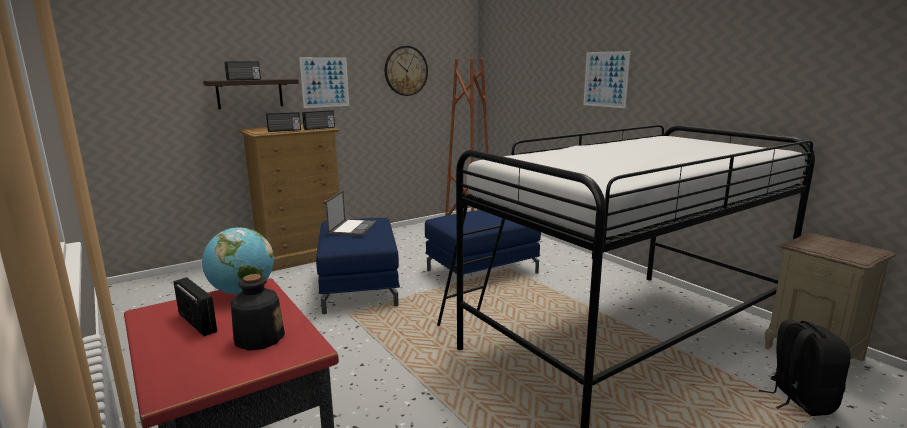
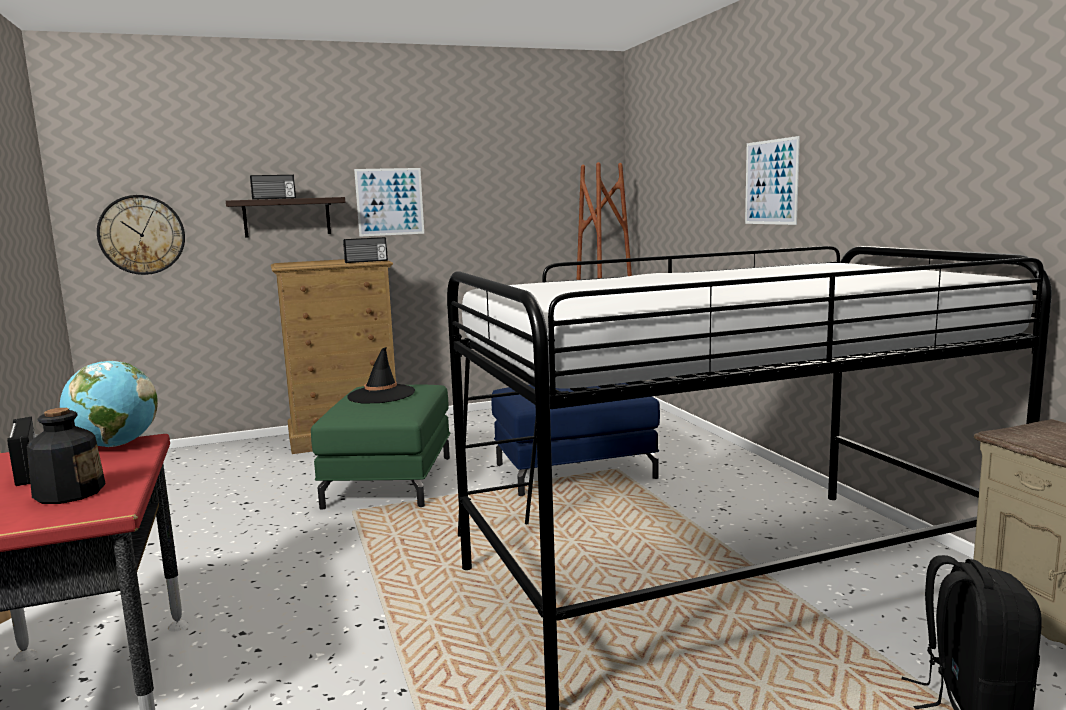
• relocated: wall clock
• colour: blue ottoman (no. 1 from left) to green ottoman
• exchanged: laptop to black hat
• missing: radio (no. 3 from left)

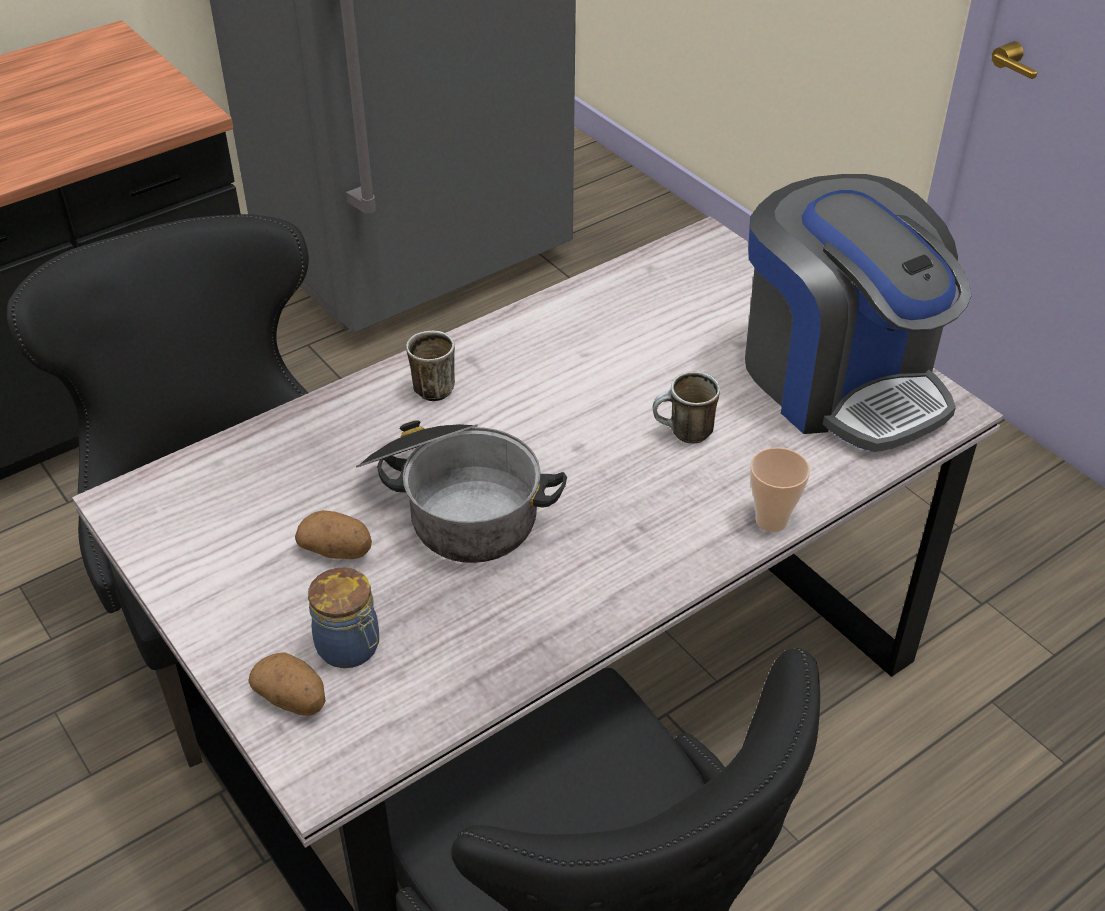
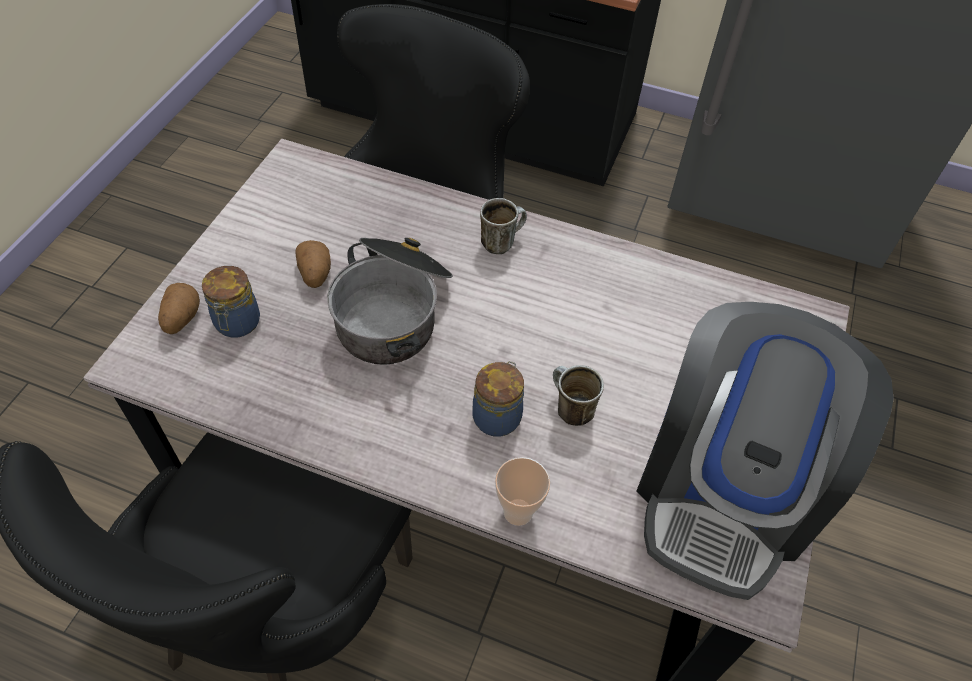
• appeared: jar (no. 2 from left)

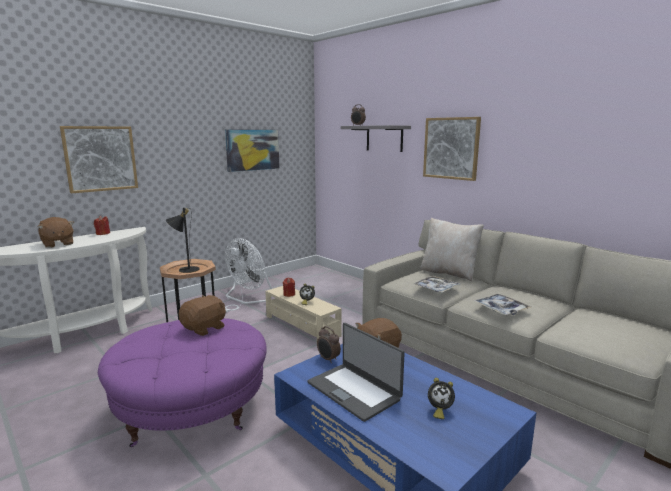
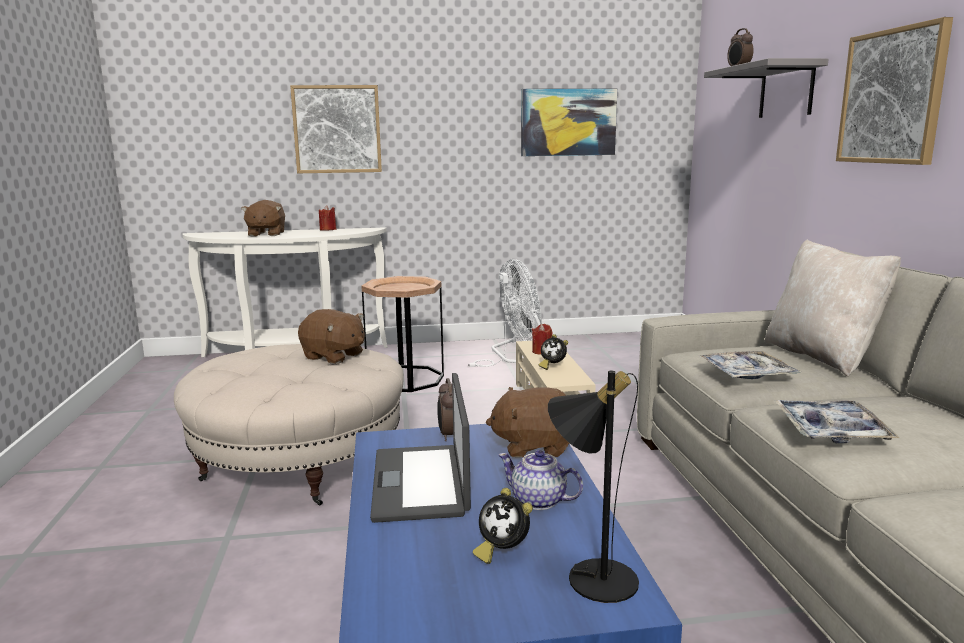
• colour: purple ottoman to beige ottoman
• spun: brown plush toy (no. 2 from left) 45 degrees clockwise
• appeared: teapot
• relocated: black table lamp

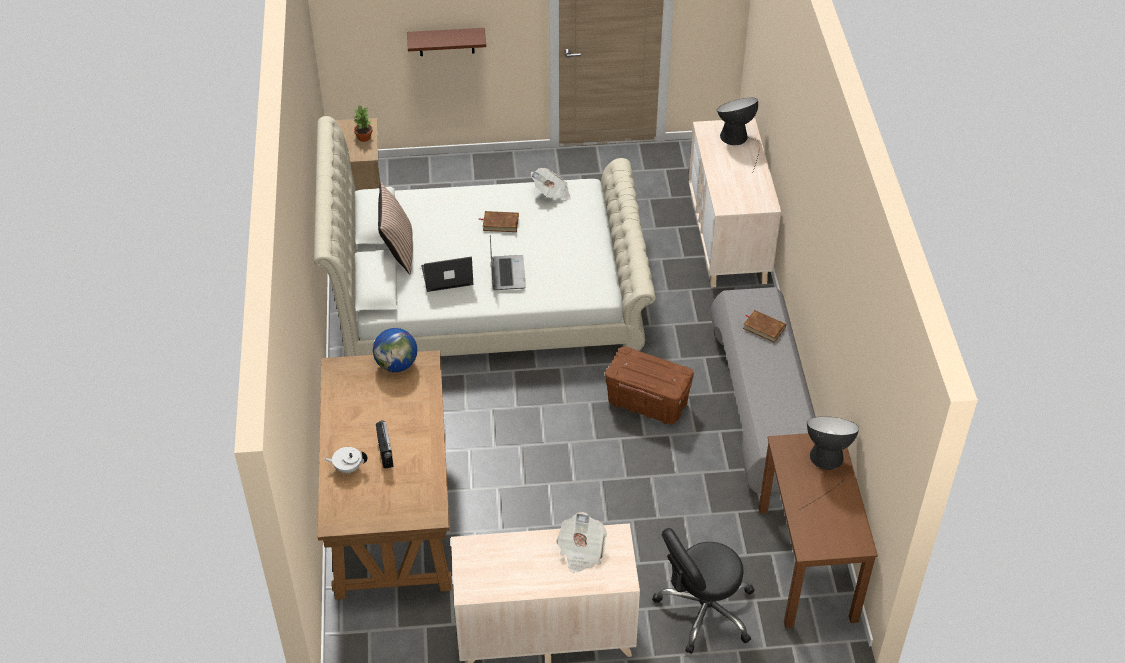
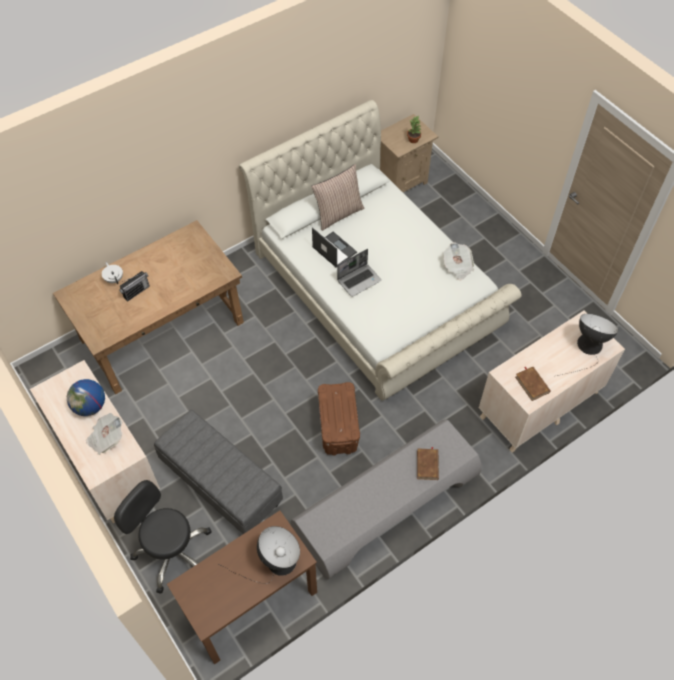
• relocated: globe
• appeared: grey ottoman
• relocated: brown book (no. 1 from left in the first image) to brown book (no. 2 from left)
• missing: brown shelf

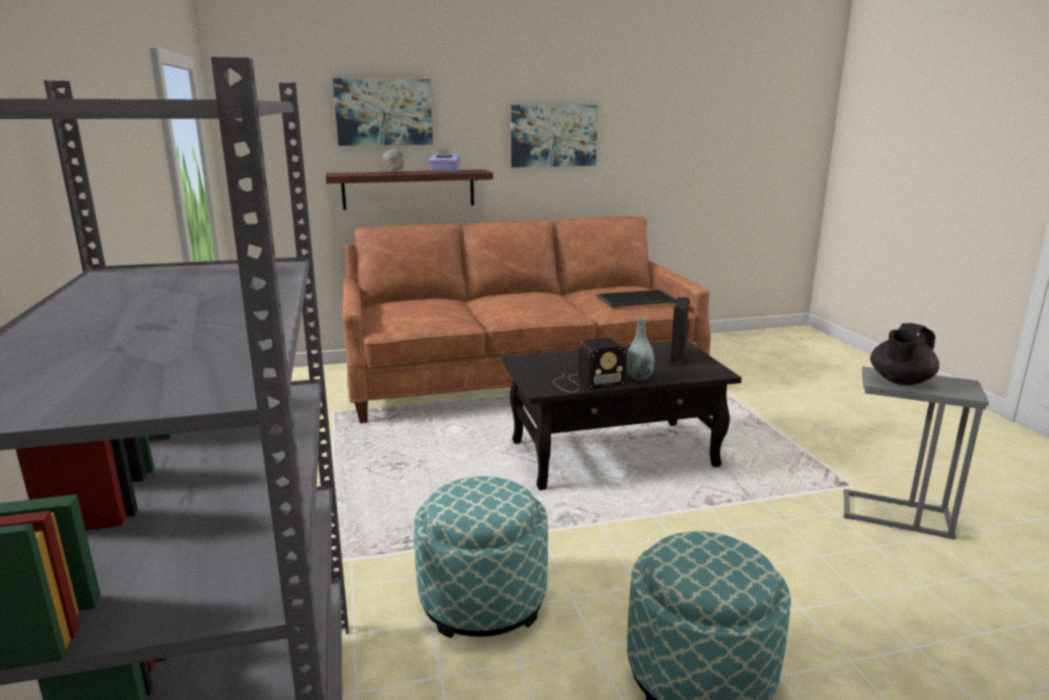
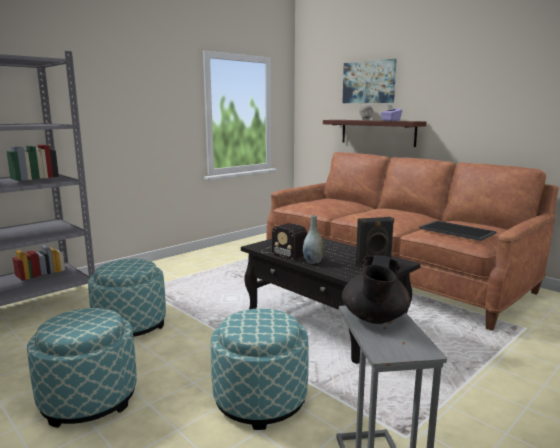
• appeared: ottoman (no. 3 from left)
• spun: black teapot 90 degrees counterclockwise
• missing: picture (no. 2 from left)

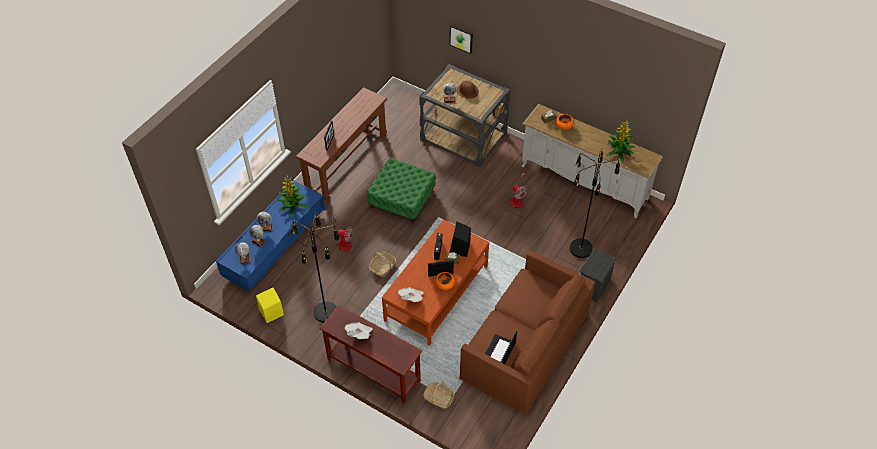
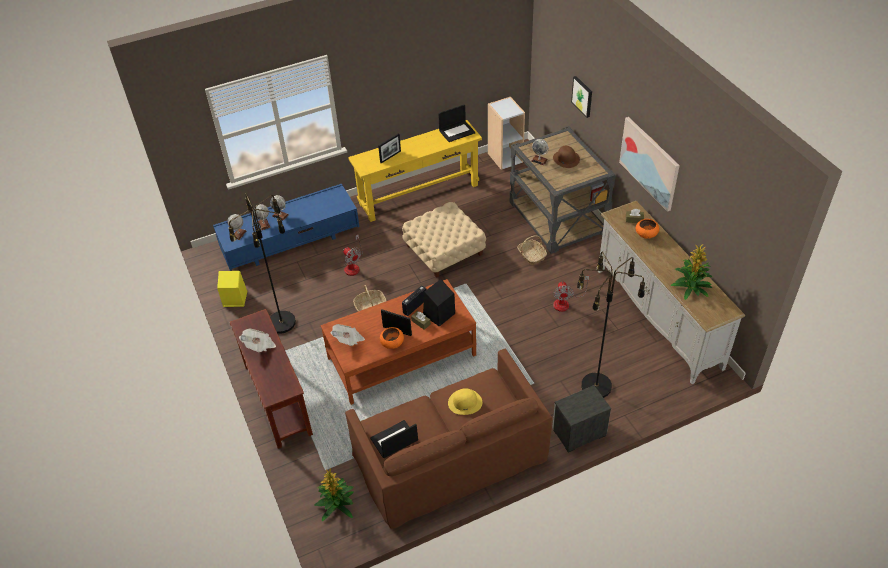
• relocated: potted plant (no. 1 from left)
• colour: brown console table (no. 1 from left) to yellow console table
• colour: green ottoman to beige ottoman
• appeared: laptop (no. 2 from left)
• appeared: yellow hat
• appeared: bookcase (no. 1 from left)
• relocated: basket (no. 2 from left)
• appeared: picture (no. 2 from left)

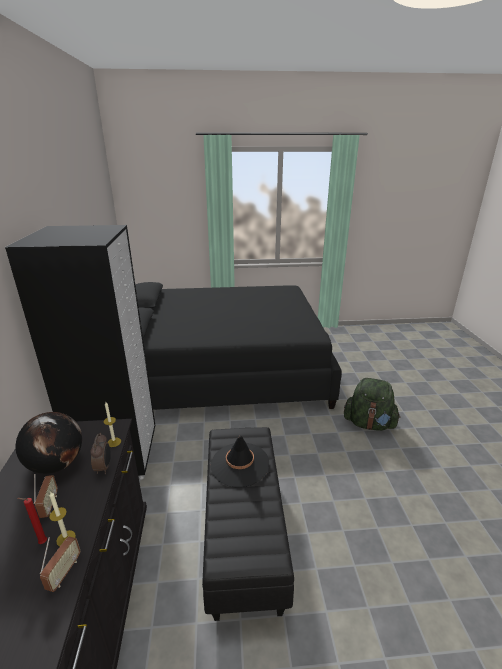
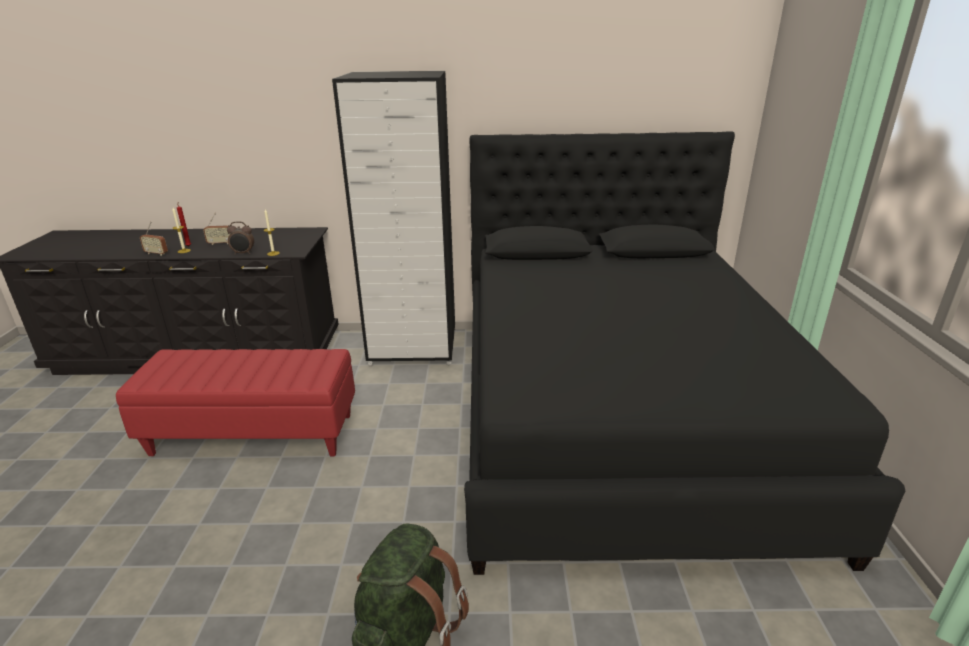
• colour: black ottoman to red ottoman
• missing: globe
• missing: black hat

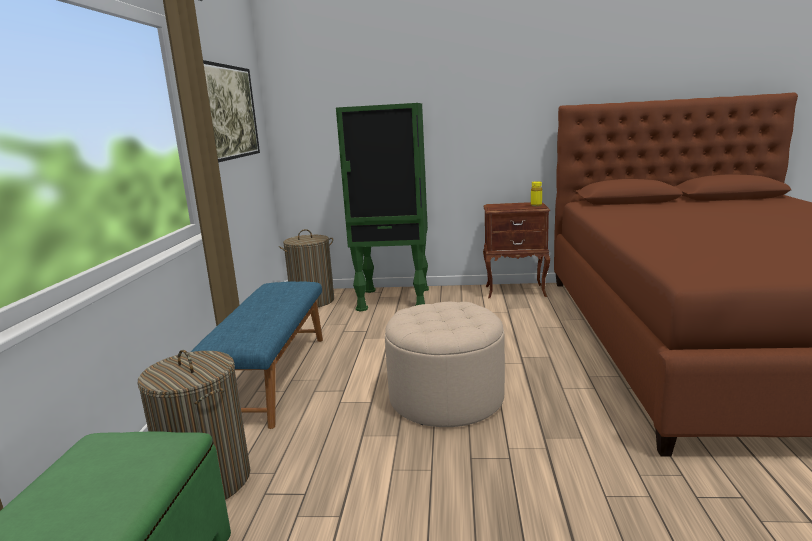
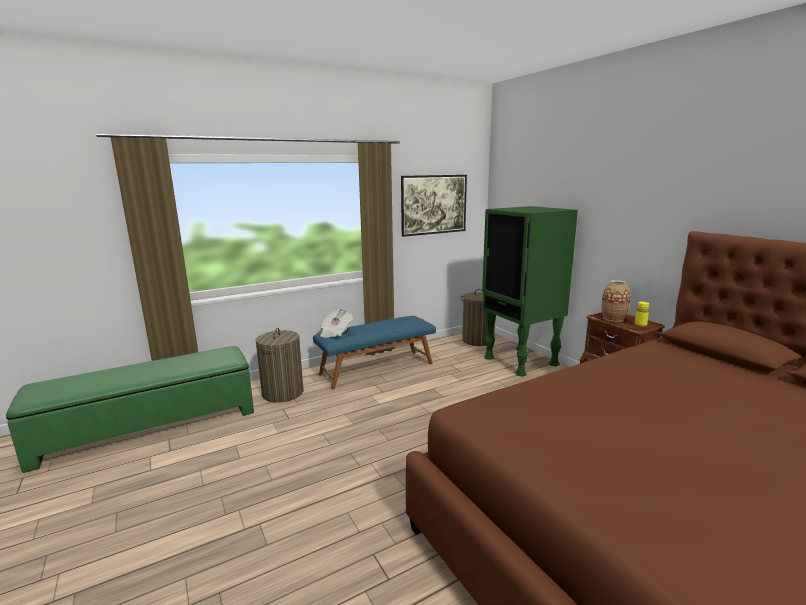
• appeared: newspaper
• appeared: vase
• missing: beige ottoman

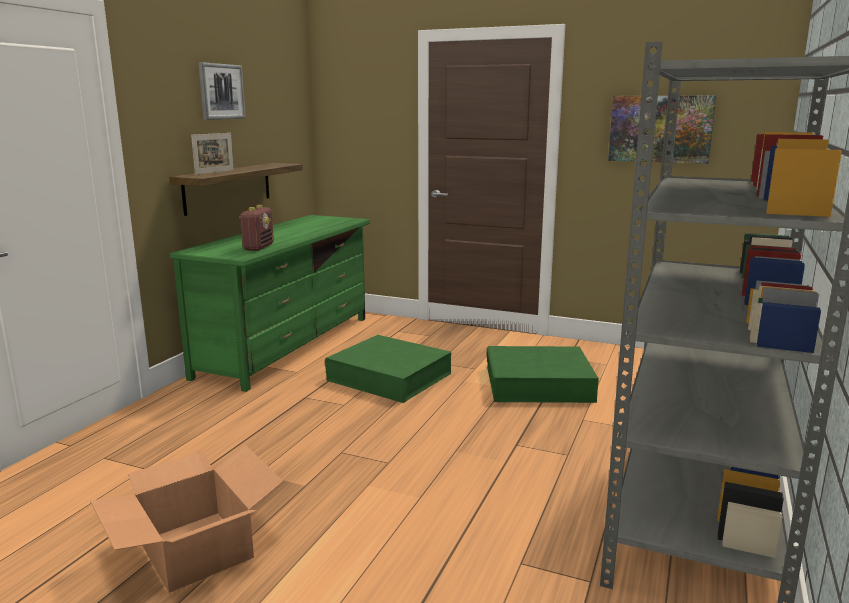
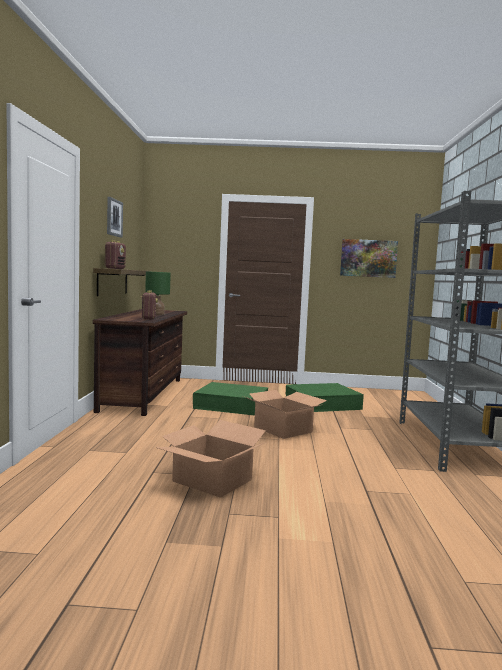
• colour: green dresser to brown dresser
• exchanged: picture frame to radio (no. 1 from left)
• appeared: green table lamp
• appeared: cardboard box (no. 2 from left)

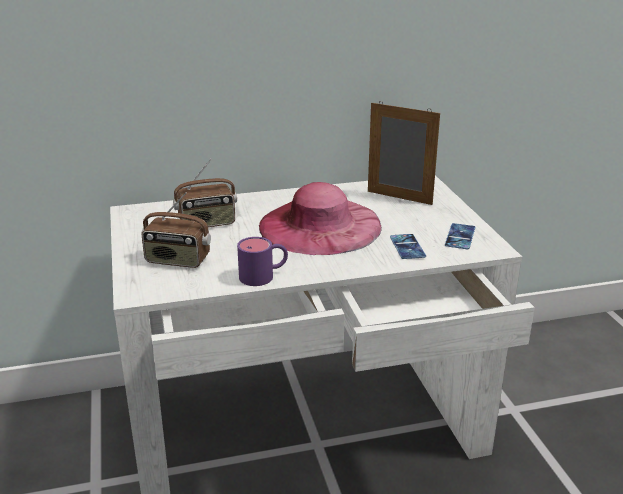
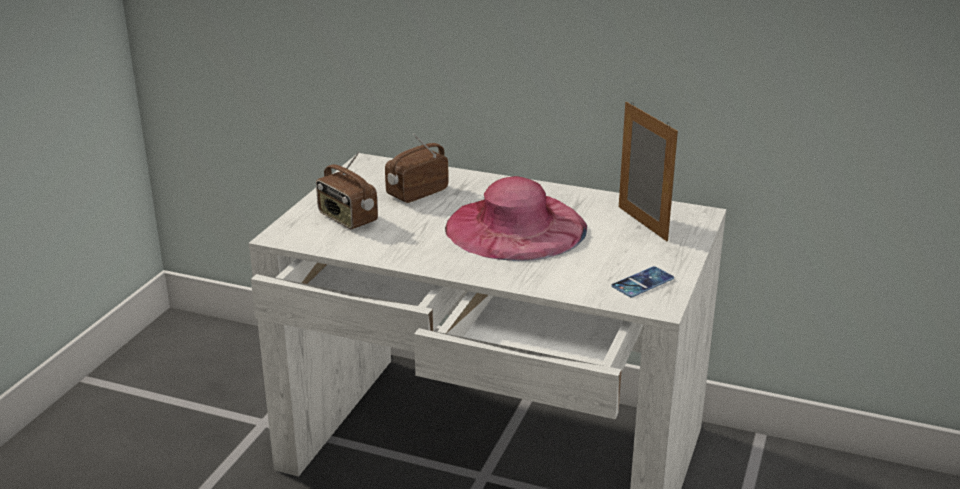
• spun: radio (no. 2 from left) 120 degrees clockwise
• missing: purple mug
• missing: phone (no. 1 from left)

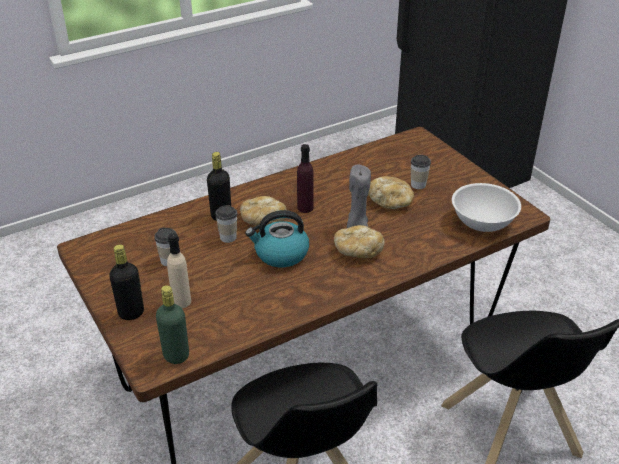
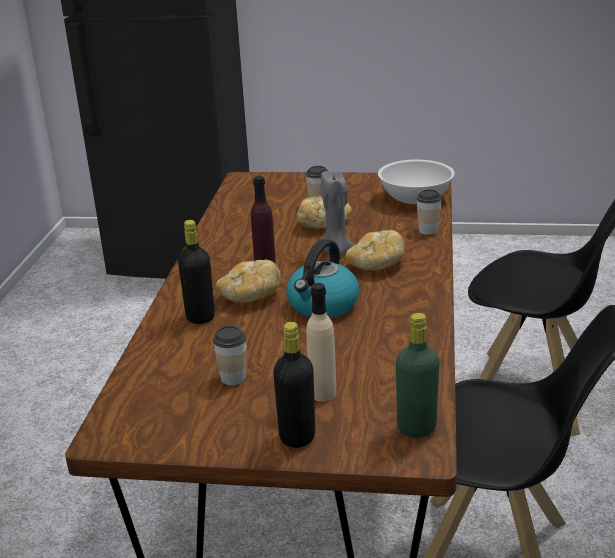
• relocated: cup (no. 2 from left in the first image) to cup (no. 3 from left)

